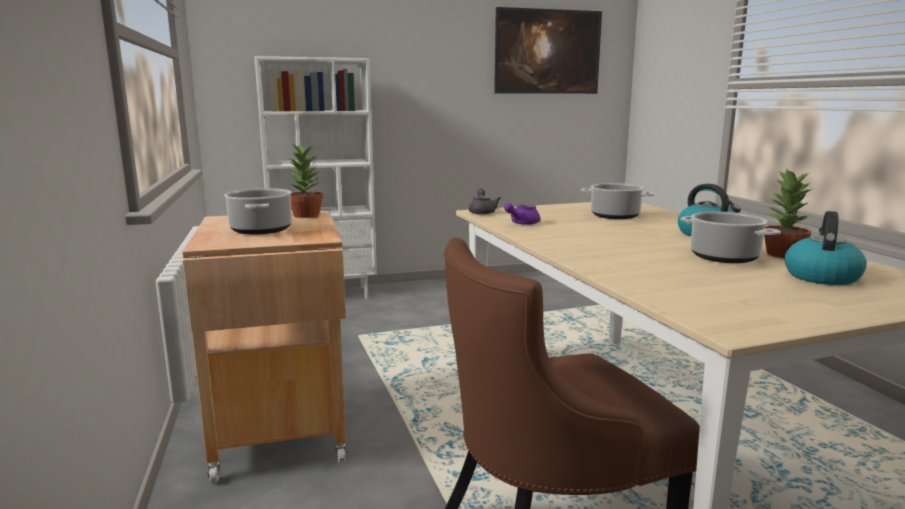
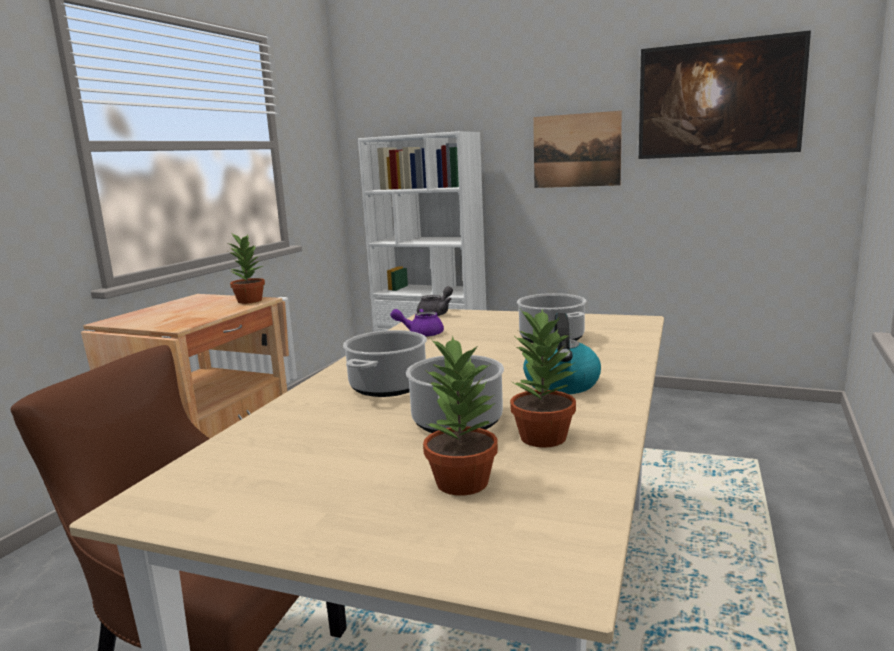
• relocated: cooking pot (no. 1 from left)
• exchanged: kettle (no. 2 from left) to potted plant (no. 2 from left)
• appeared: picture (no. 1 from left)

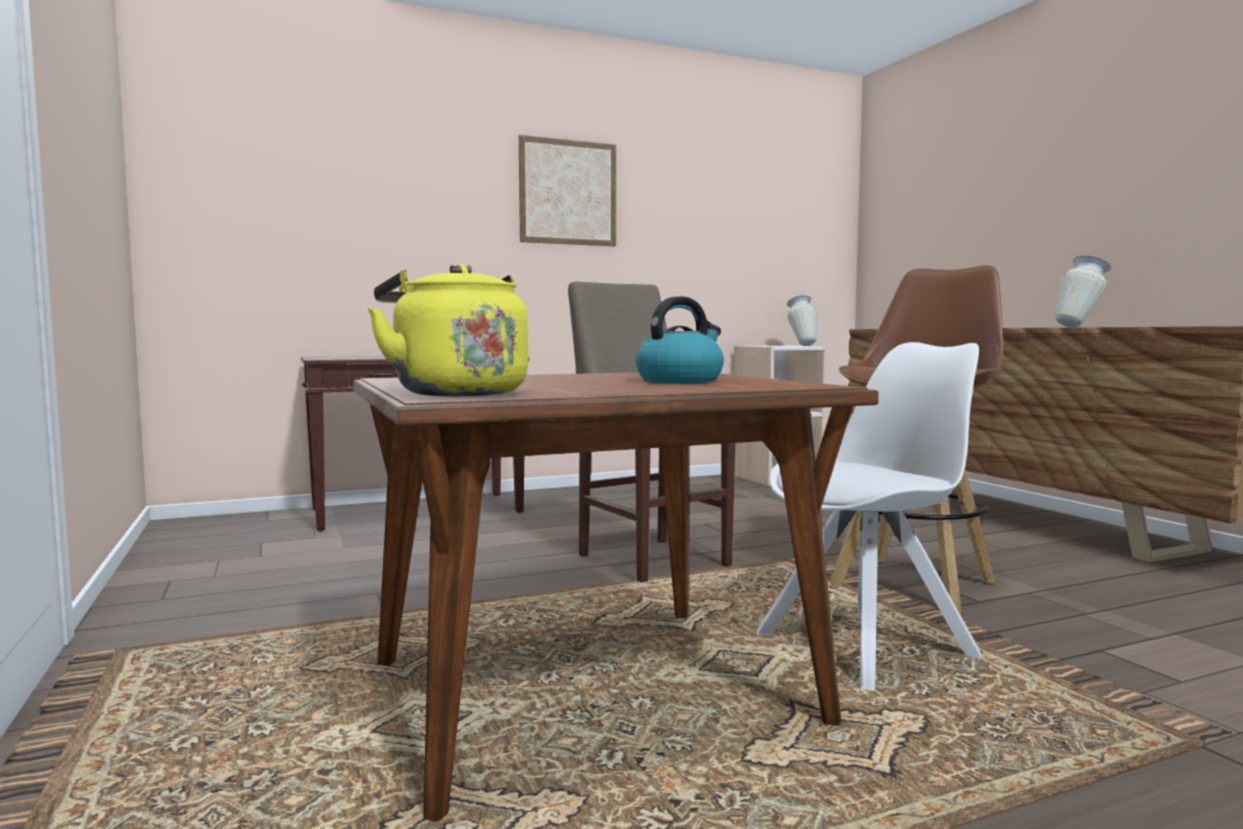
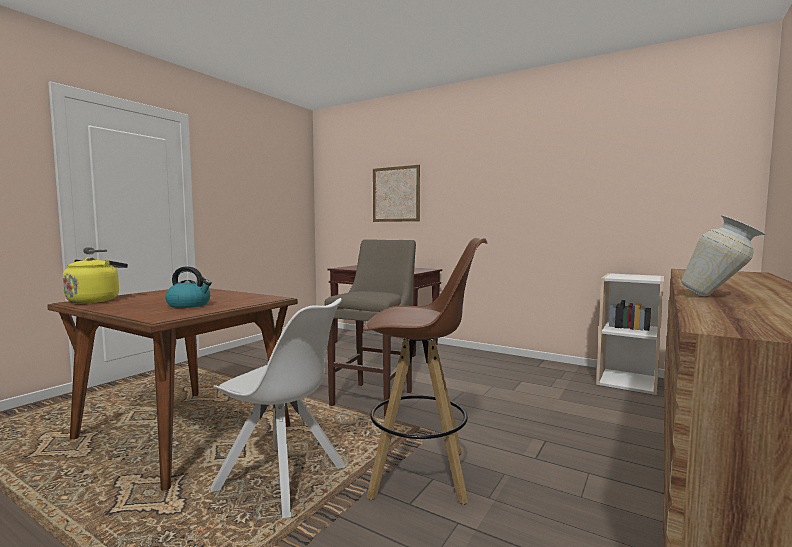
• relocated: picture
• missing: vase (no. 1 from left)

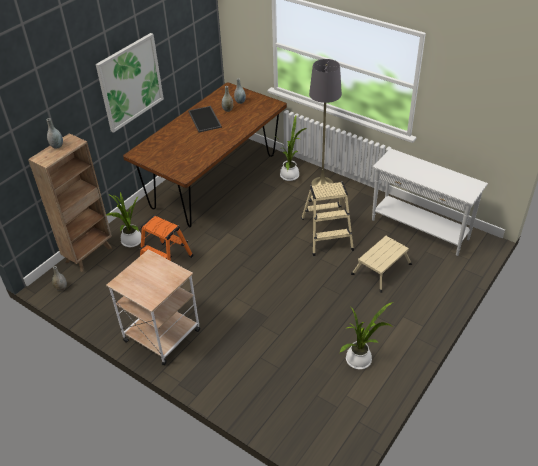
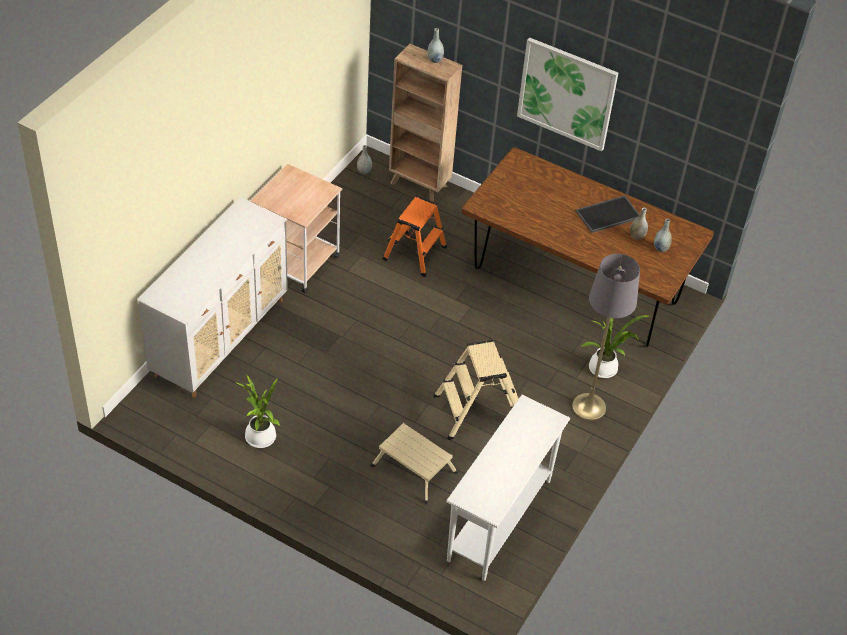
• appeared: white cabinet
• missing: potted plant (no. 1 from left)

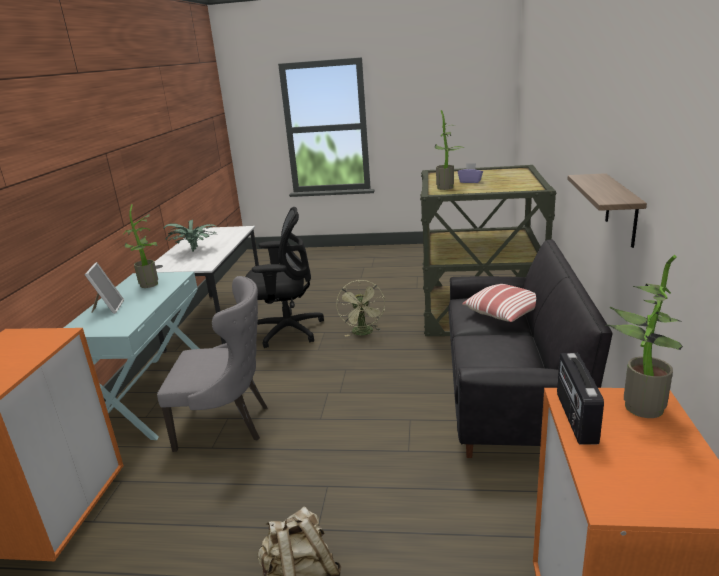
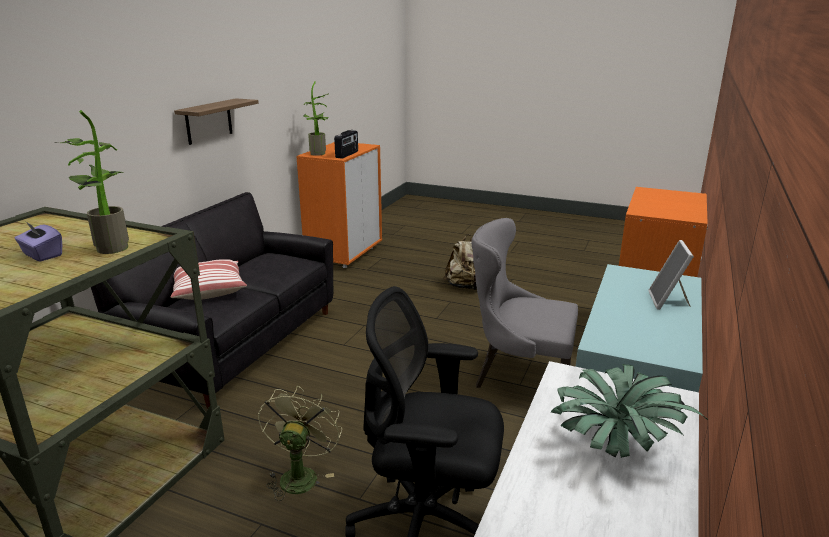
• missing: potted plant (no. 1 from left)

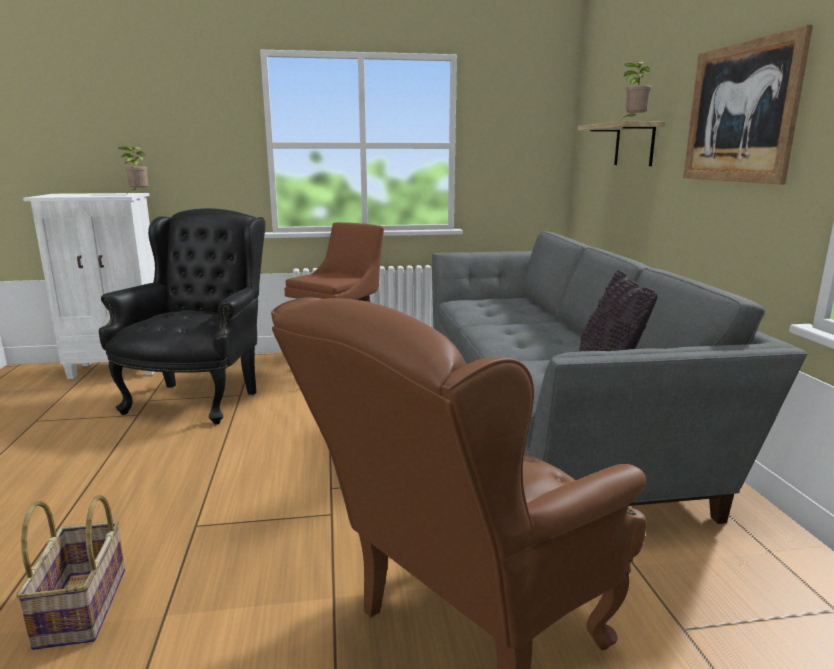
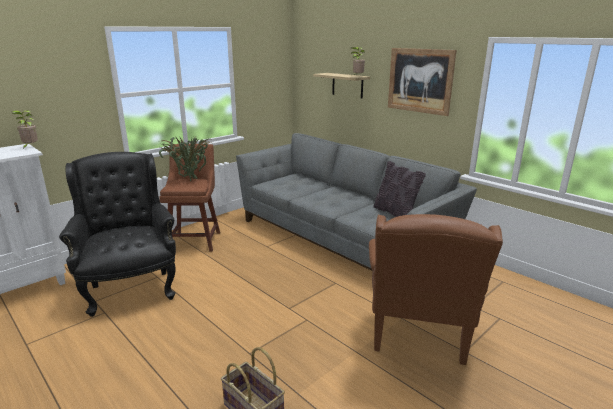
• appeared: potted plant (no. 2 from left)

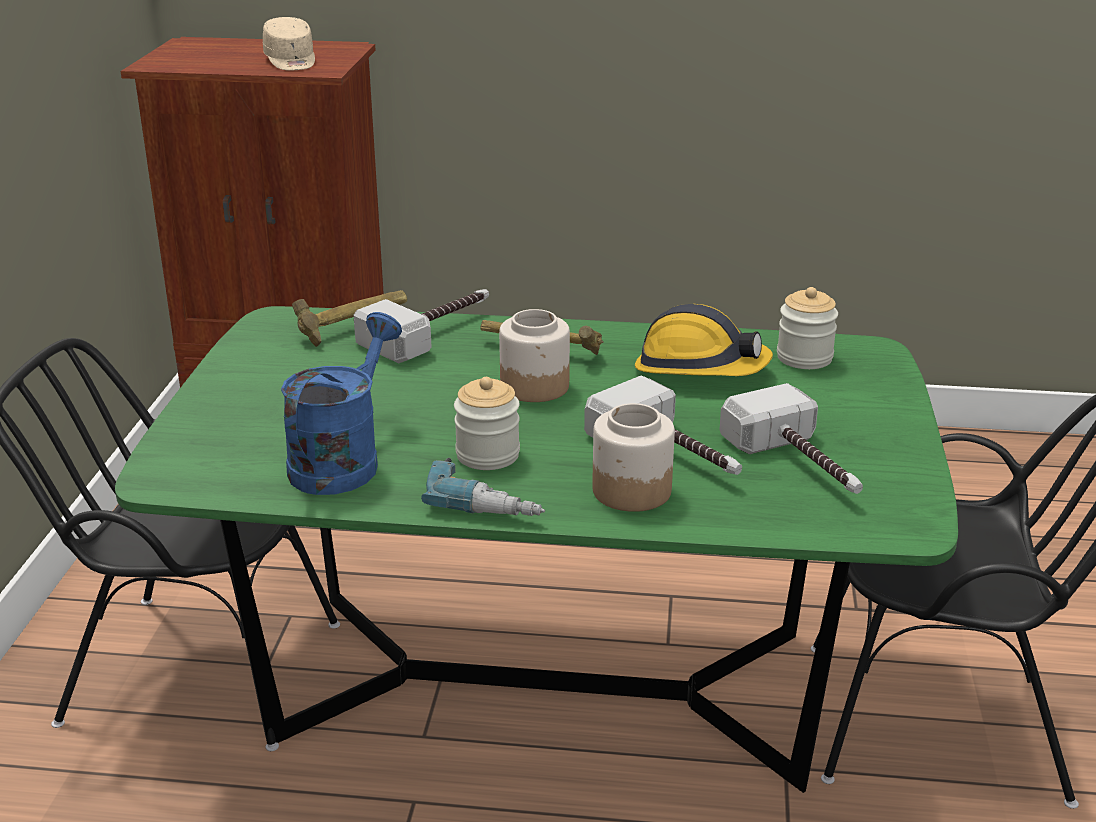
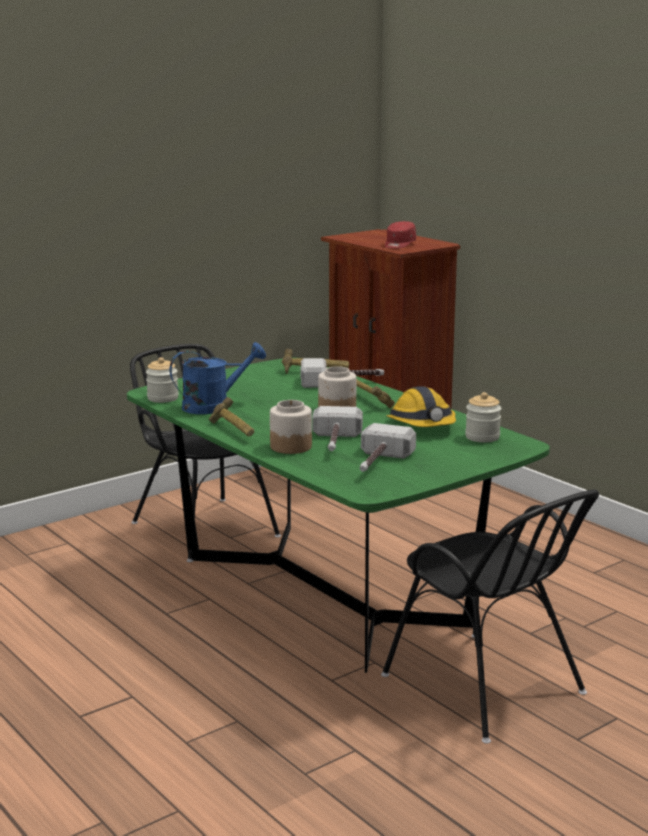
• relocated: jar (no. 1 from left)
• exchanged: power drill to hammer (no. 1 from left)
• colour: beige cap to red cap

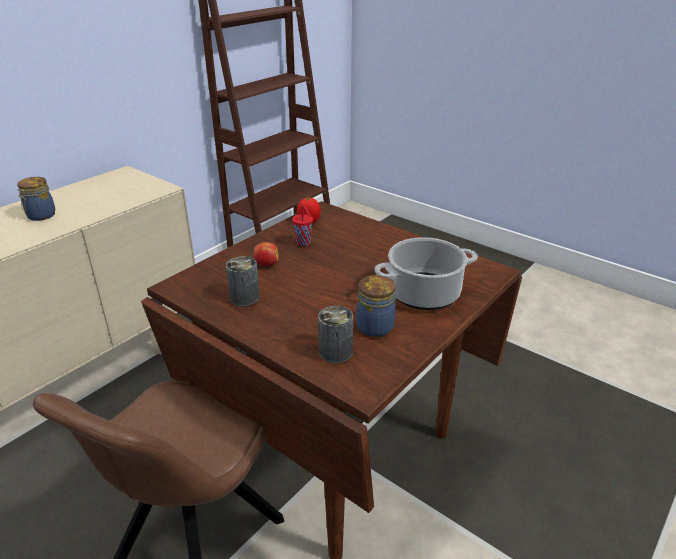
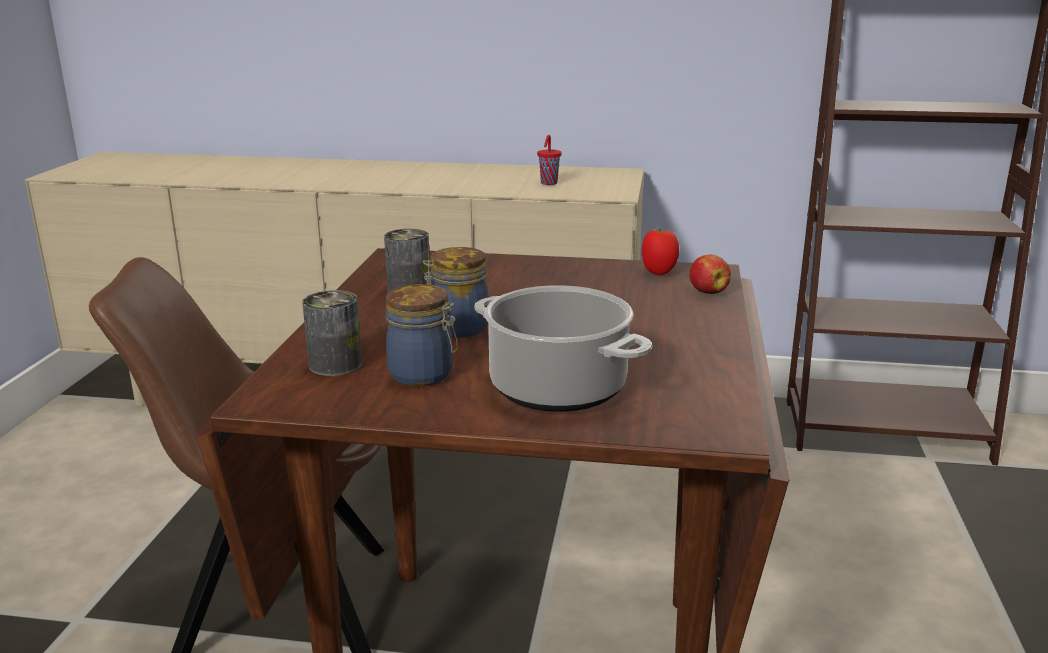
• relocated: jar (no. 1 from left in the first image) to jar (no. 2 from left)
• relocated: red cup
• relocated: apple

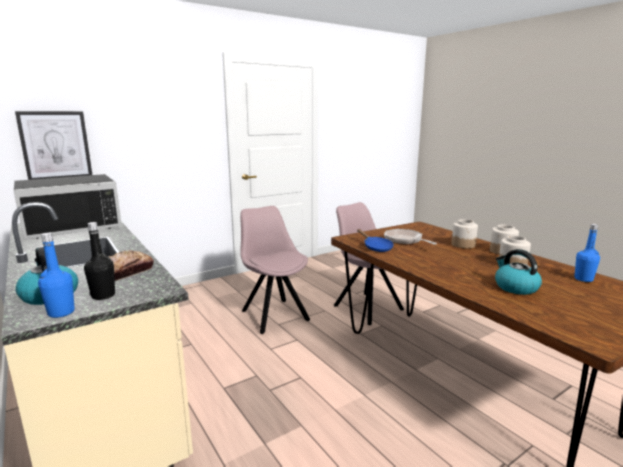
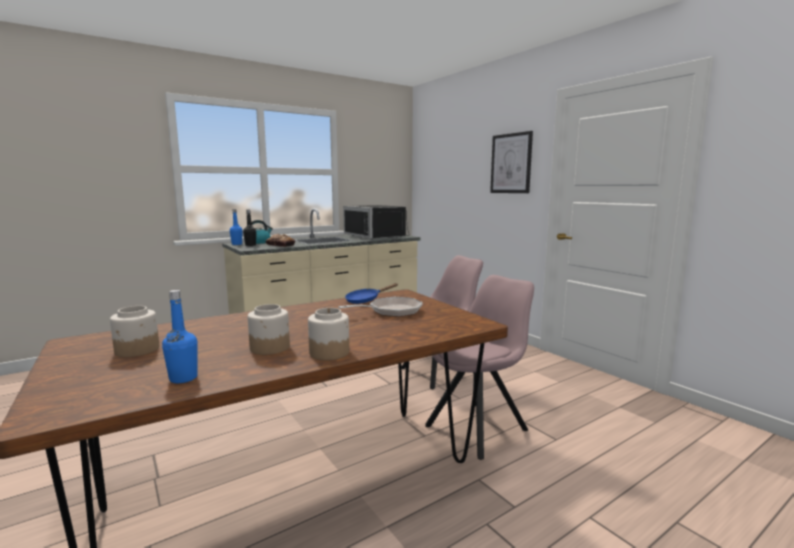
• relocated: jar (no. 1 from left)
• relocated: picture
• missing: kettle (no. 2 from left)

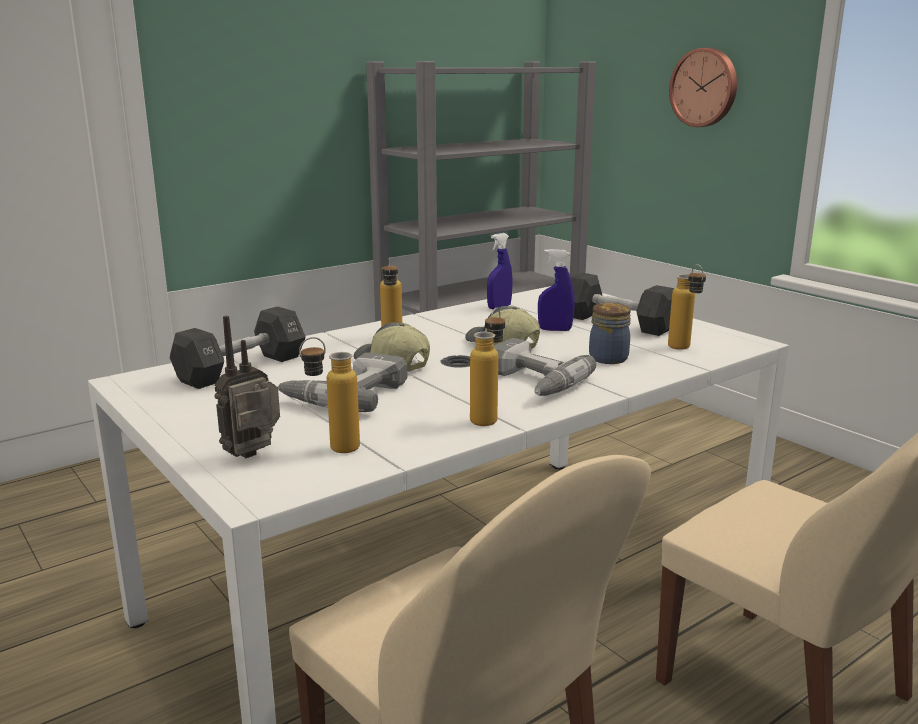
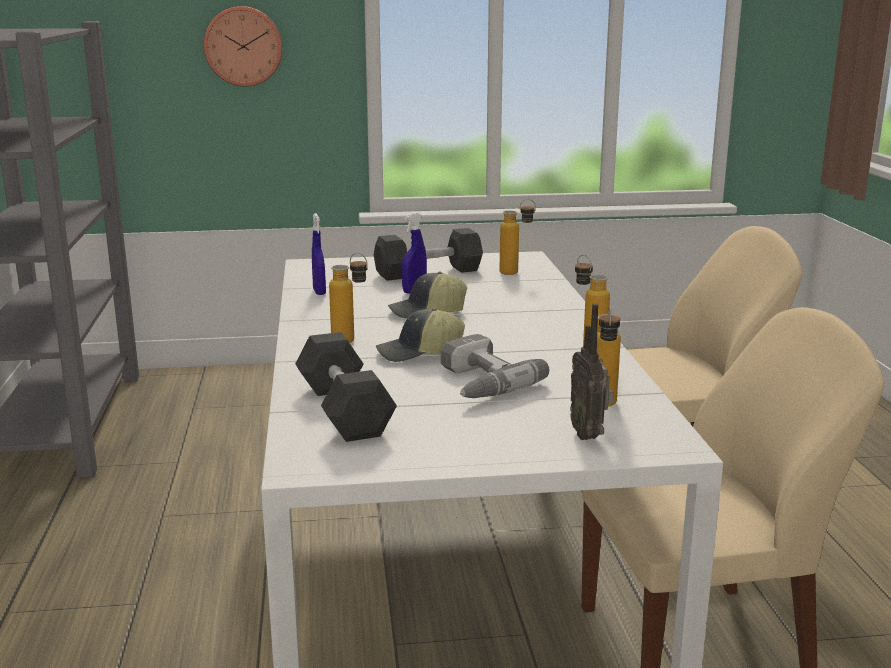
• missing: power drill (no. 2 from left)
• missing: jar

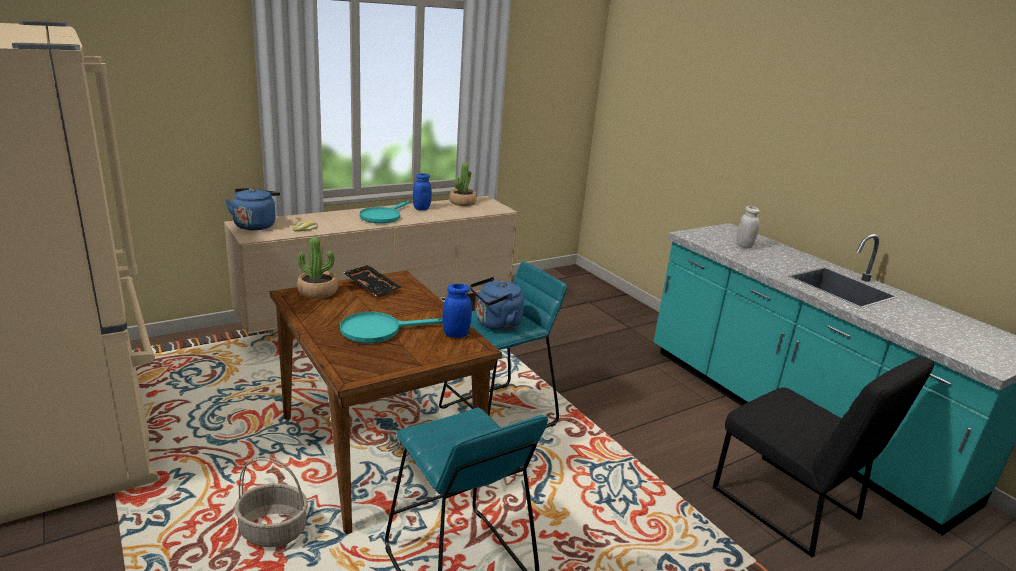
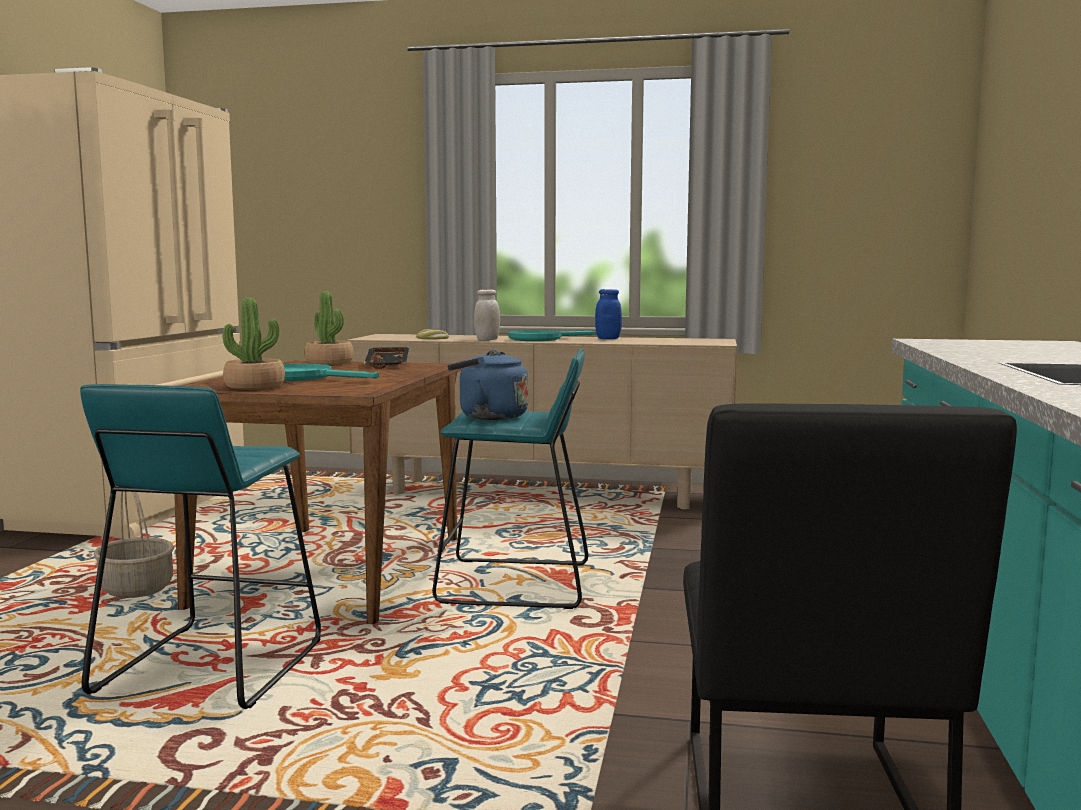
• relocated: potted plant (no. 2 from left in the first image) to potted plant (no. 1 from left)
• relocated: white jar
• missing: blue kettle (no. 1 from left)
• missing: blue jar (no. 2 from left)

